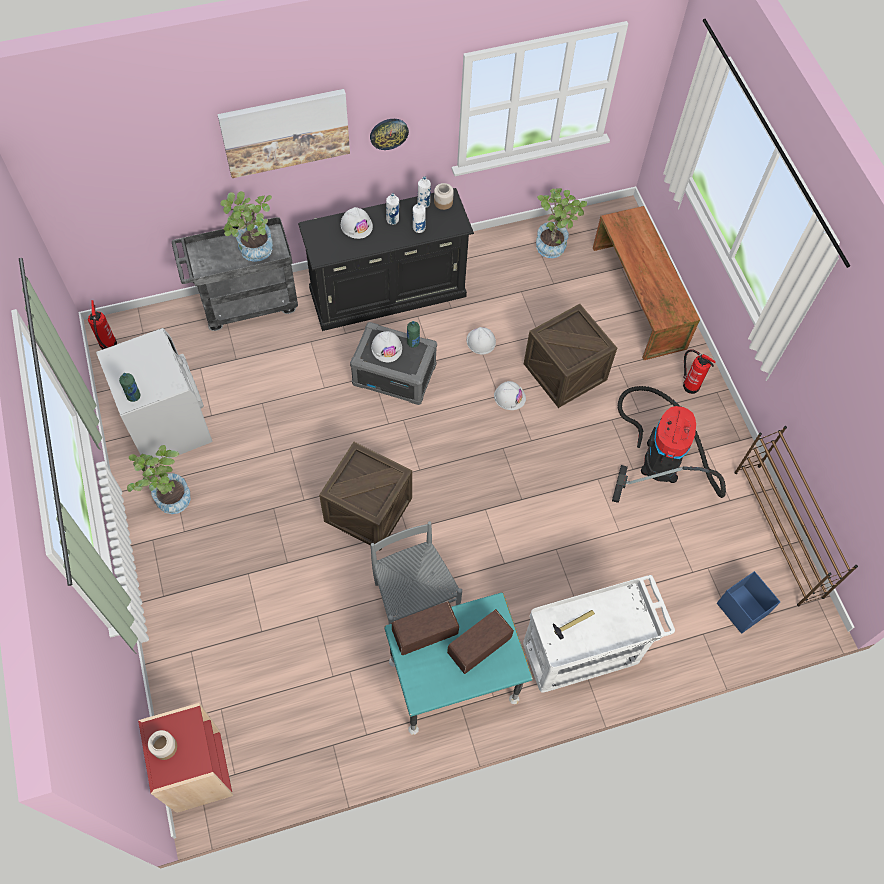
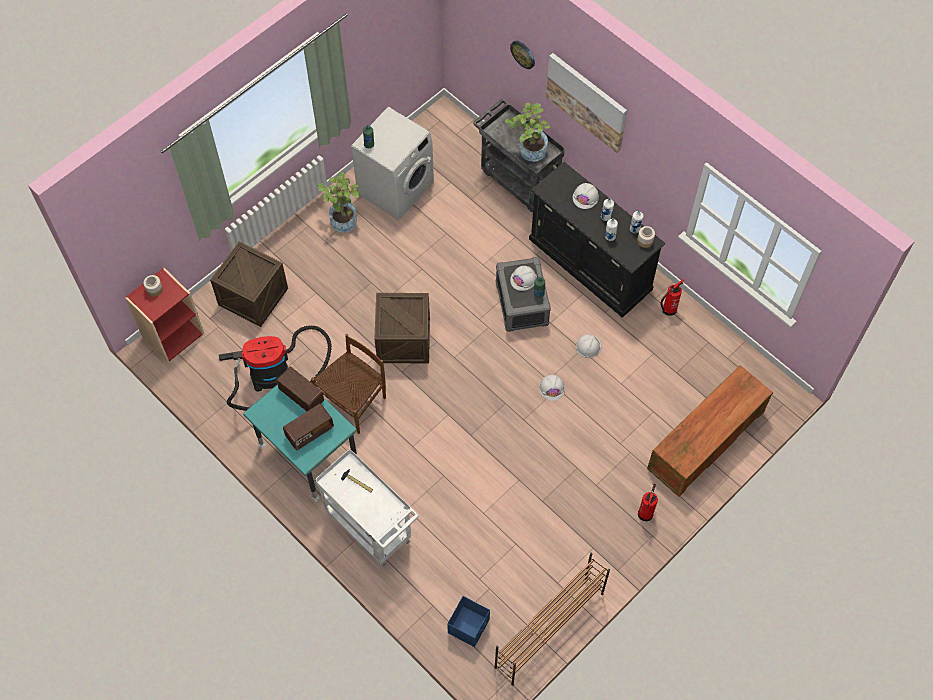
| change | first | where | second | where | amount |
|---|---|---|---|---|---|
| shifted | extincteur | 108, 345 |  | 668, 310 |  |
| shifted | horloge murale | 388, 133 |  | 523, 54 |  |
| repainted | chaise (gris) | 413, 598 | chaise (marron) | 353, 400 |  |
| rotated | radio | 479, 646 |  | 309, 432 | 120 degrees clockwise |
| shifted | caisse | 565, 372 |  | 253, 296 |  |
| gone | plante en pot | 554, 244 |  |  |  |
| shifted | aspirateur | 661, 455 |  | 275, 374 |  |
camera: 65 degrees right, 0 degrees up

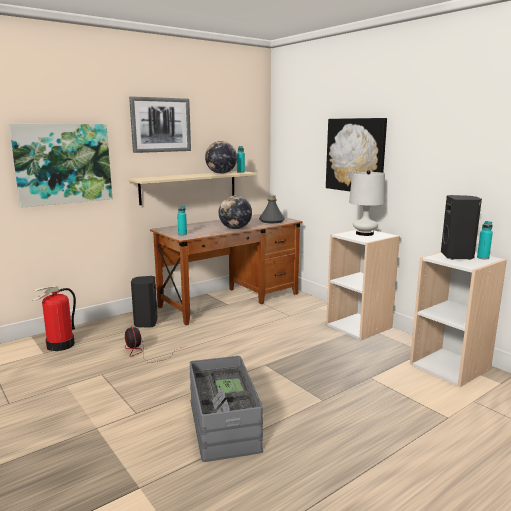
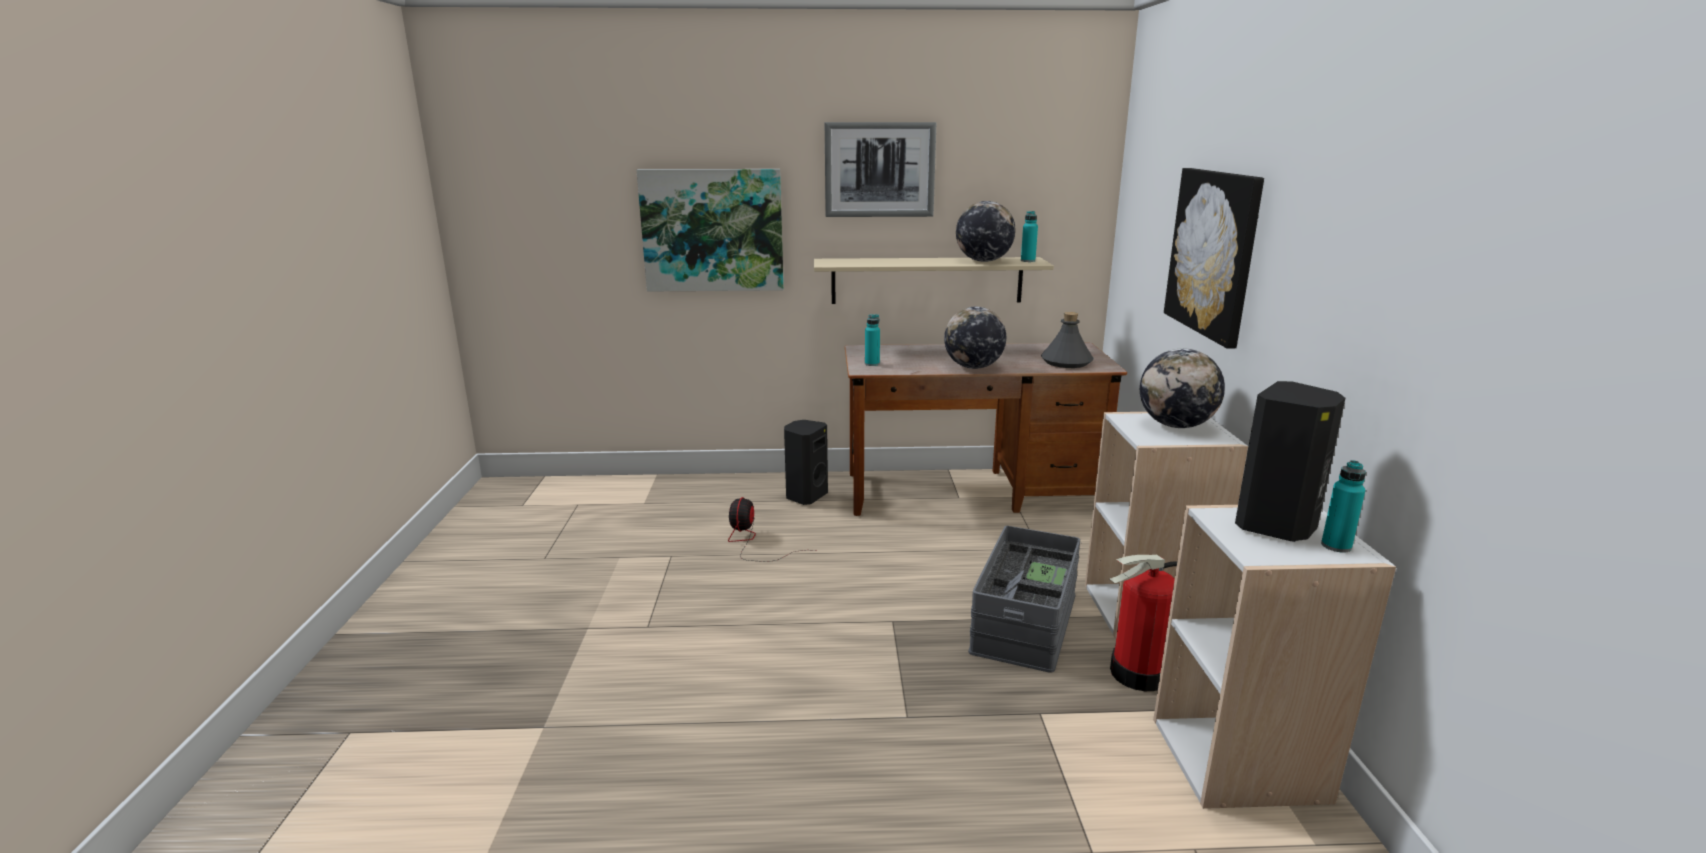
| change | first | where | second | where | amount |
|---|---|---|---|---|---|
| shifted | extincteur | 60, 345 |  | 1139, 674 |  |
| shifted | boîte de rangement (gris) | 225, 423 |  | 1026, 622 |  |
| swapped | lampe de table (blanc) | 364, 234 | globe | 1176, 425 |  |
camera: 35 degrees right, 5 degrees up

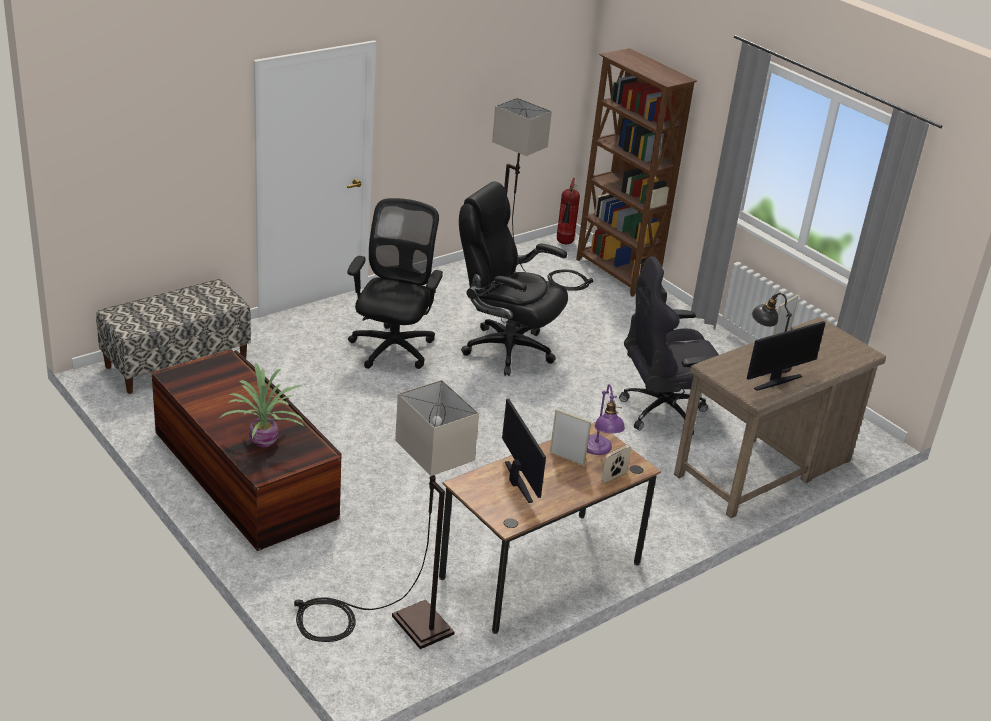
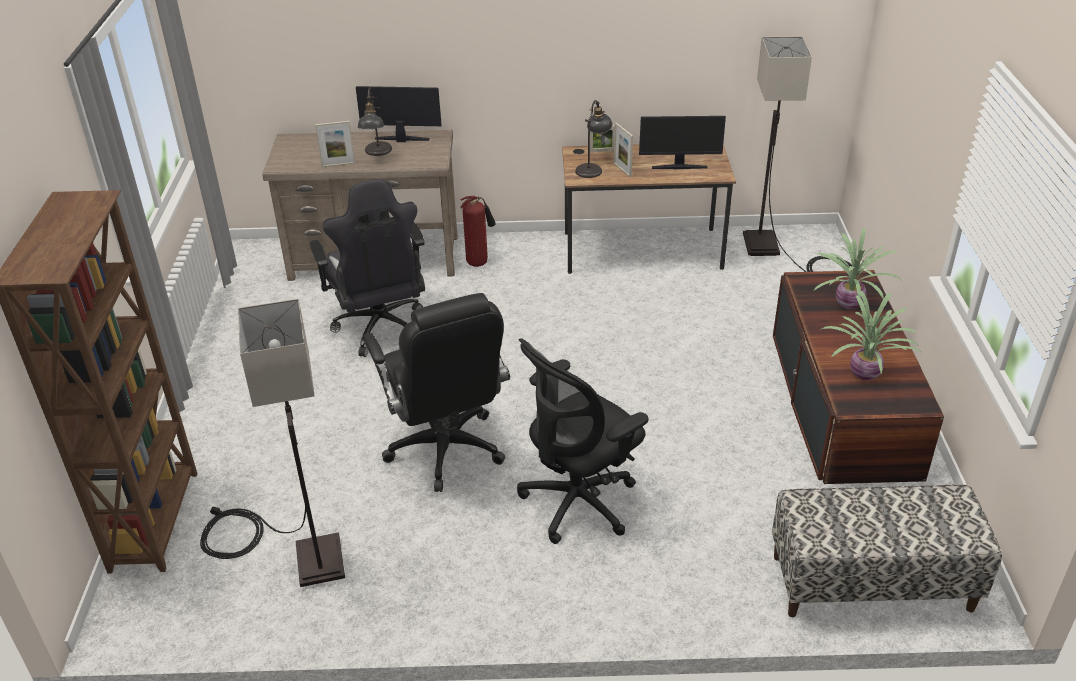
| change | first | where | second | where | amount |
|---|---|---|---|---|---|
| rotated | écran d'ordinateur | 516, 482 |  | 679, 166 | 105 degrees counterclockwise |
| shifted | extincteur | 564, 243 |  | 479, 262 |  |
| repainted | lampe de table (violet) | 600, 454 | lampe de table (gris) | 593, 166 |  |
| rotated | chaise de bureau (noir) | 668, 412 |  | 378, 325 | 45 degrees clockwise |
| new |  |  | plante en pot | 865, 373 |  |
camera: 140 degrees left, 5 degrees up

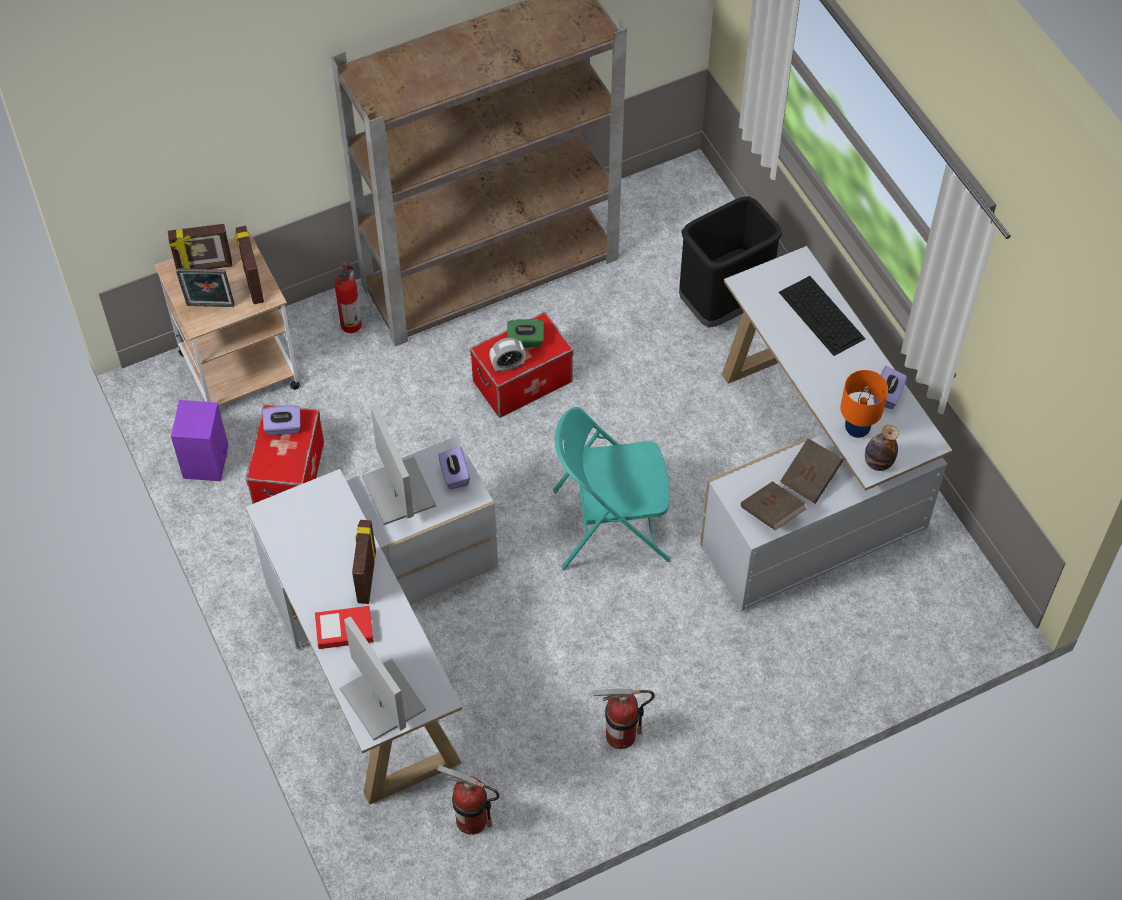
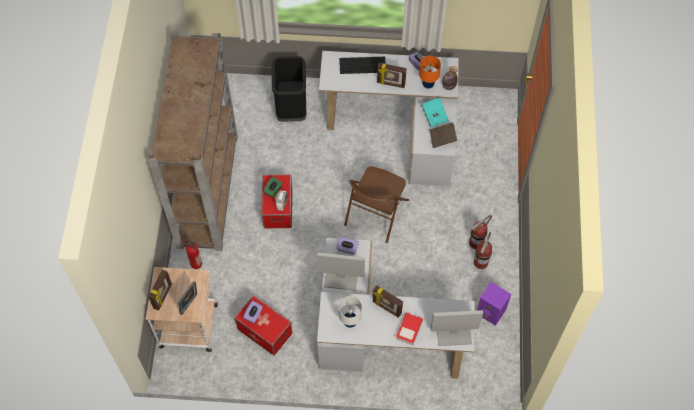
| change | first | where | second | where | amount |
|---|---|---|---|---|---|
| shifted | enceinte (violet) | 206, 463 |  | 491, 311 |  |
| shifted | cadre photo | 252, 283 |  | 391, 84 |  |
| shifted | extincteur | 471, 820 |  | 476, 243 |  |
| repainted | chaise (turquoise) | 611, 524 | chaise (marron) | 376, 212 |  |
| repainted | livre (marron) | 810, 478 | livre (turquoise) | 434, 116 |  |
| new |  |  | lampe de table (blanc) | 350, 322 |  |
camera: 60 degrees left, 5 degrees up

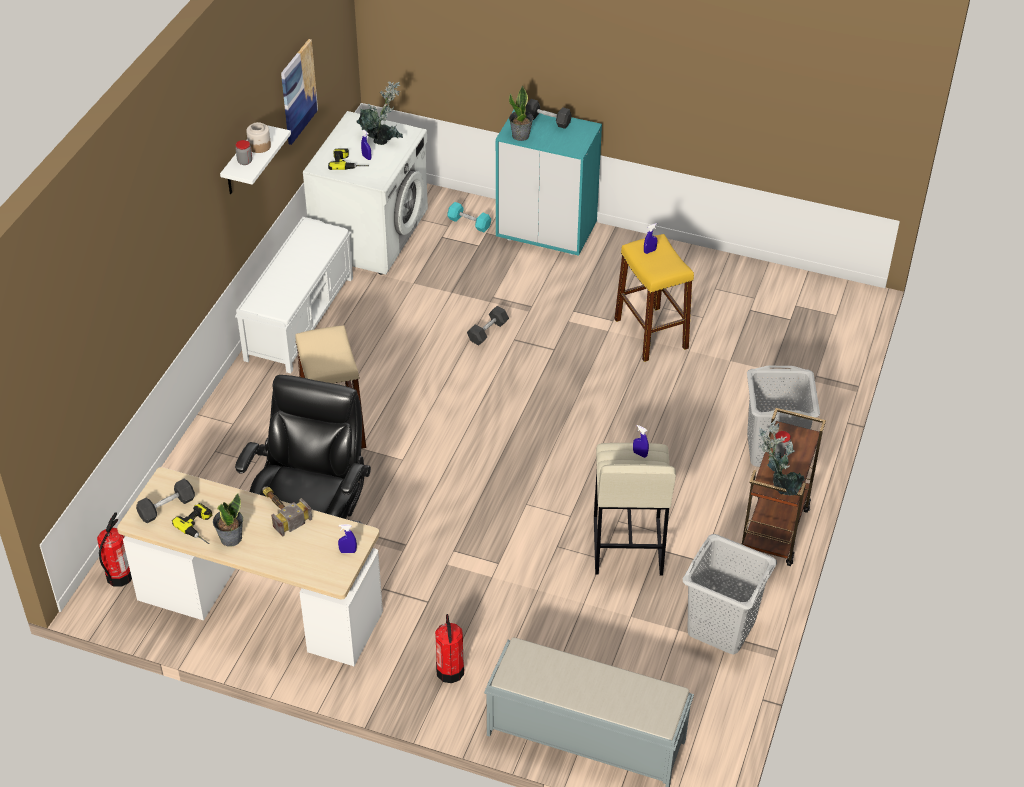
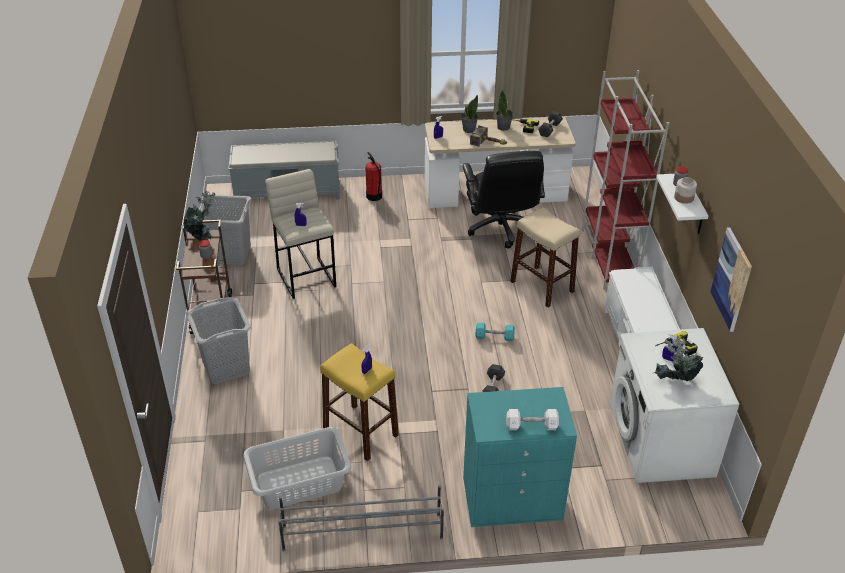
| change | first | where | second | where | amount |
|---|---|---|---|---|---|
| gone | extincteur | 119, 576 |  |  |  |
| shifted | haltère (turquoise) | 469, 223 |  | 494, 337 |  |
| shifted | plante en pot | 521, 135 |  | 469, 129 |  |
| repainted | haltère (noir) | 547, 120 | haltère (blanc) | 531, 426 |  |
| new |  |  | panier à linge (gris) | 299, 482 |  |
| new |  |  | étagère à chaussures (gris) | 361, 532 |  |
| new |  |  | bibliothèque (rouge) | 608, 258 |  |
camera: 155 degrees right, 5 degrees down

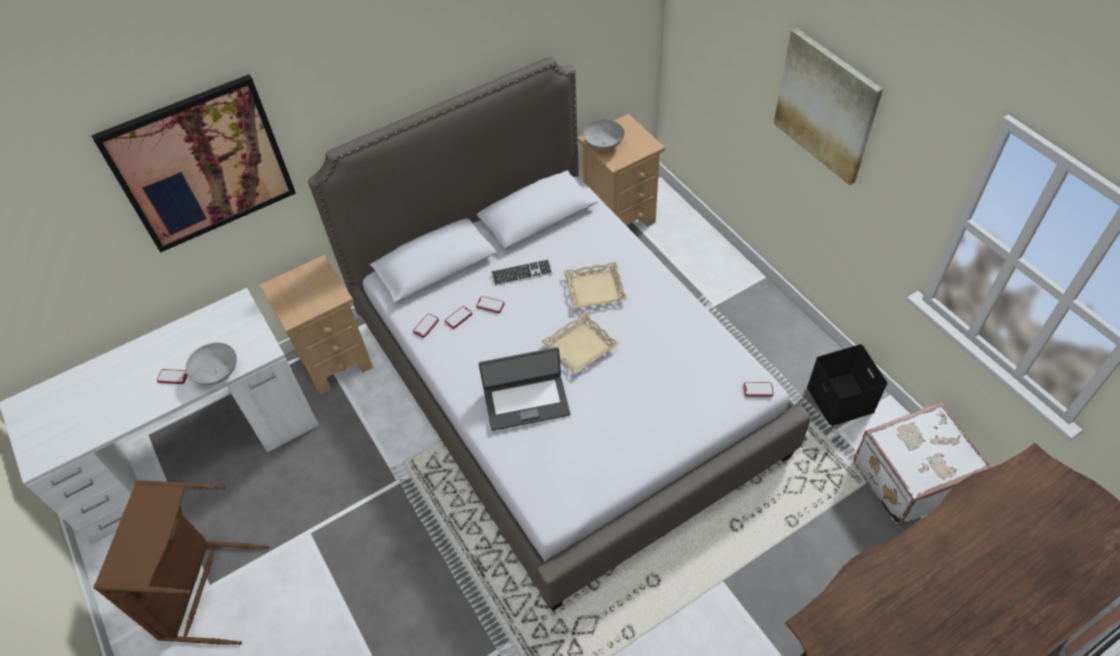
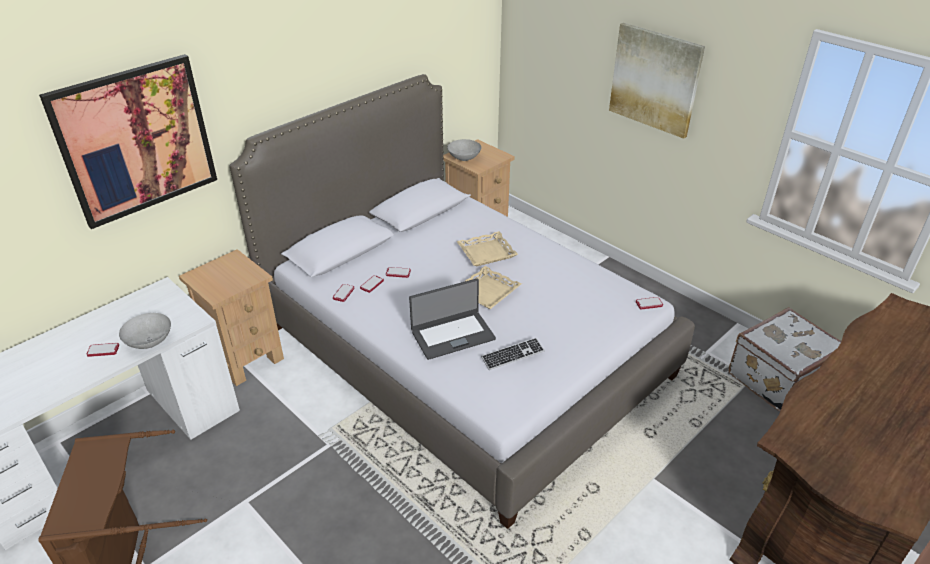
| change | first | where | second | where | amount |
|---|---|---|---|---|---|
| shifted | clavier | 522, 273 |  | 513, 355 |  |
| gone | boîte de rangement (noir) | 838, 398 |  |  |  |
camera: 15 degrees left, 15 degrees down

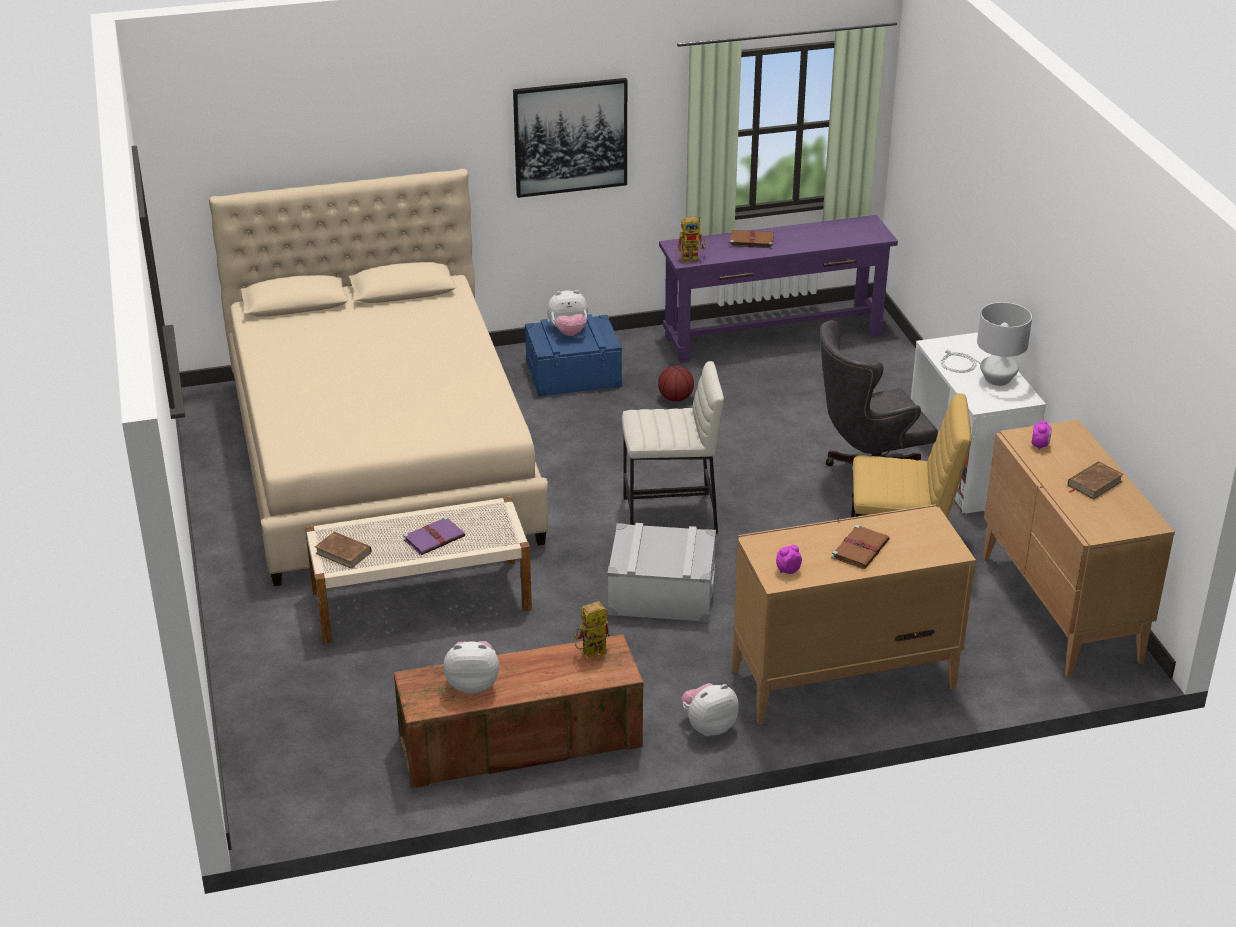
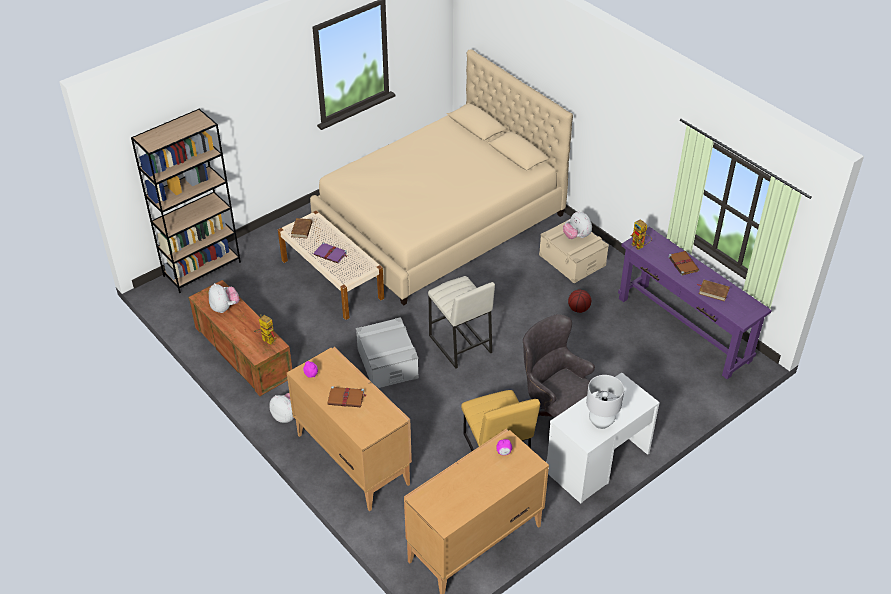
| change | first | where | second | where | amount |
|---|---|---|---|---|---|
| gone | tableau | 570, 137 |  |  |  |
| repainted | boîte de rangement (bleu) | 573, 374 | boîte de rangement (beige) | 572, 260 |  |
| shifted | livre (marron) | 1094, 483 |  | 713, 291 |  |
| new |  |  | bibliothèque (beige) | 202, 268 |  |
camera: 65 degrees right, 10 degrees up

